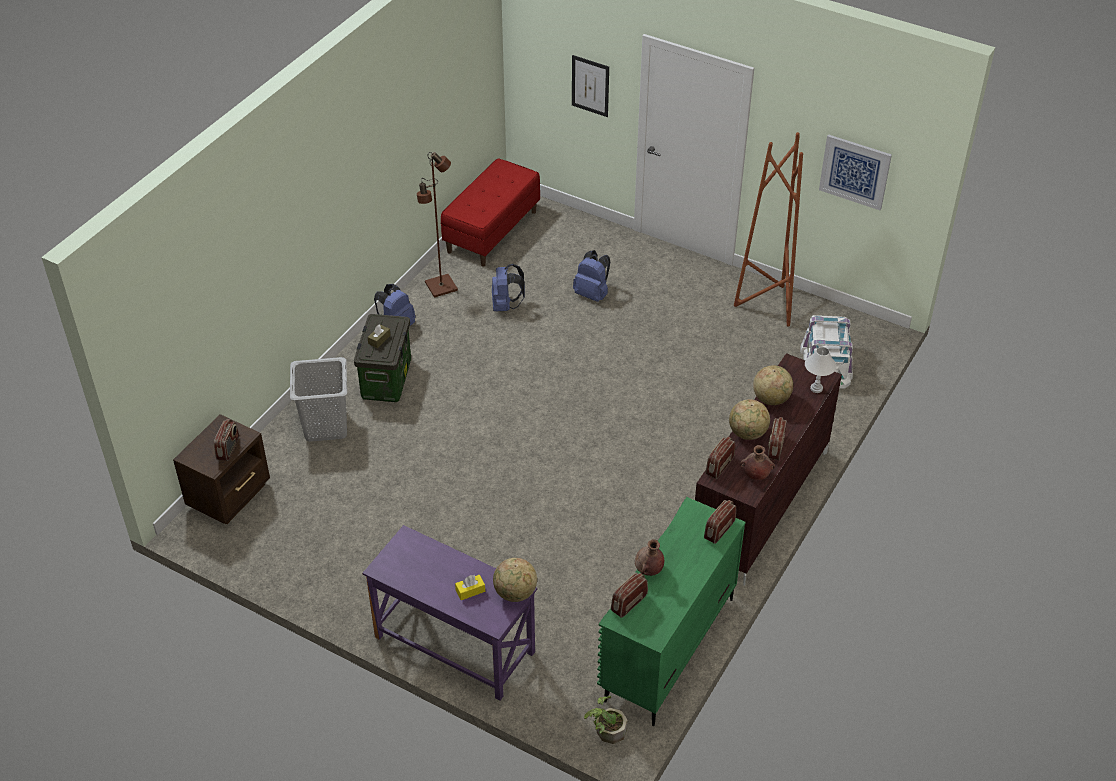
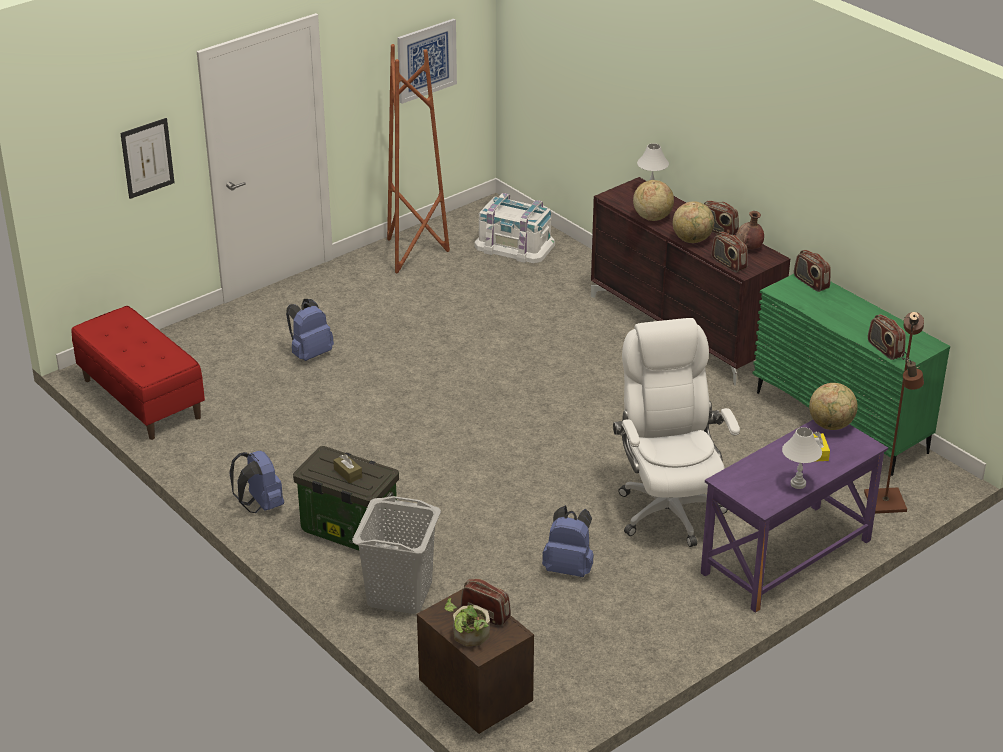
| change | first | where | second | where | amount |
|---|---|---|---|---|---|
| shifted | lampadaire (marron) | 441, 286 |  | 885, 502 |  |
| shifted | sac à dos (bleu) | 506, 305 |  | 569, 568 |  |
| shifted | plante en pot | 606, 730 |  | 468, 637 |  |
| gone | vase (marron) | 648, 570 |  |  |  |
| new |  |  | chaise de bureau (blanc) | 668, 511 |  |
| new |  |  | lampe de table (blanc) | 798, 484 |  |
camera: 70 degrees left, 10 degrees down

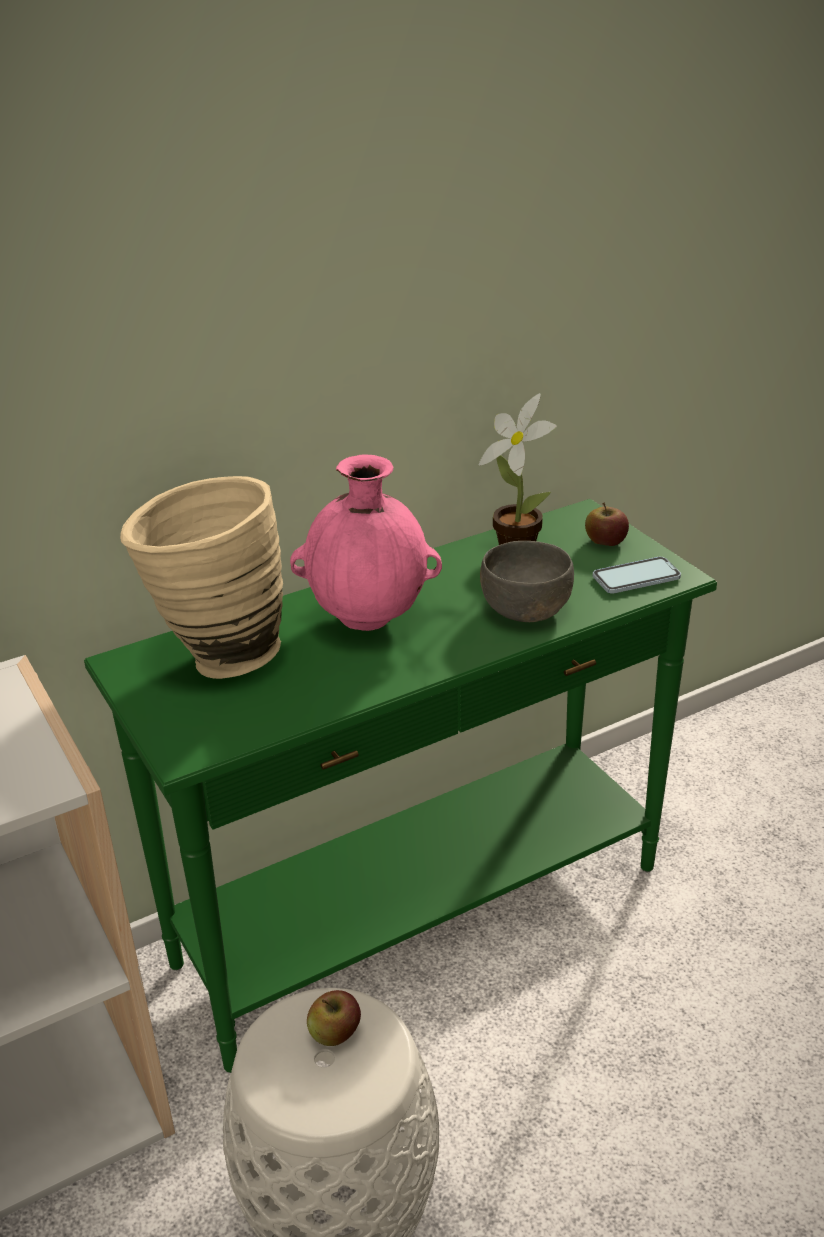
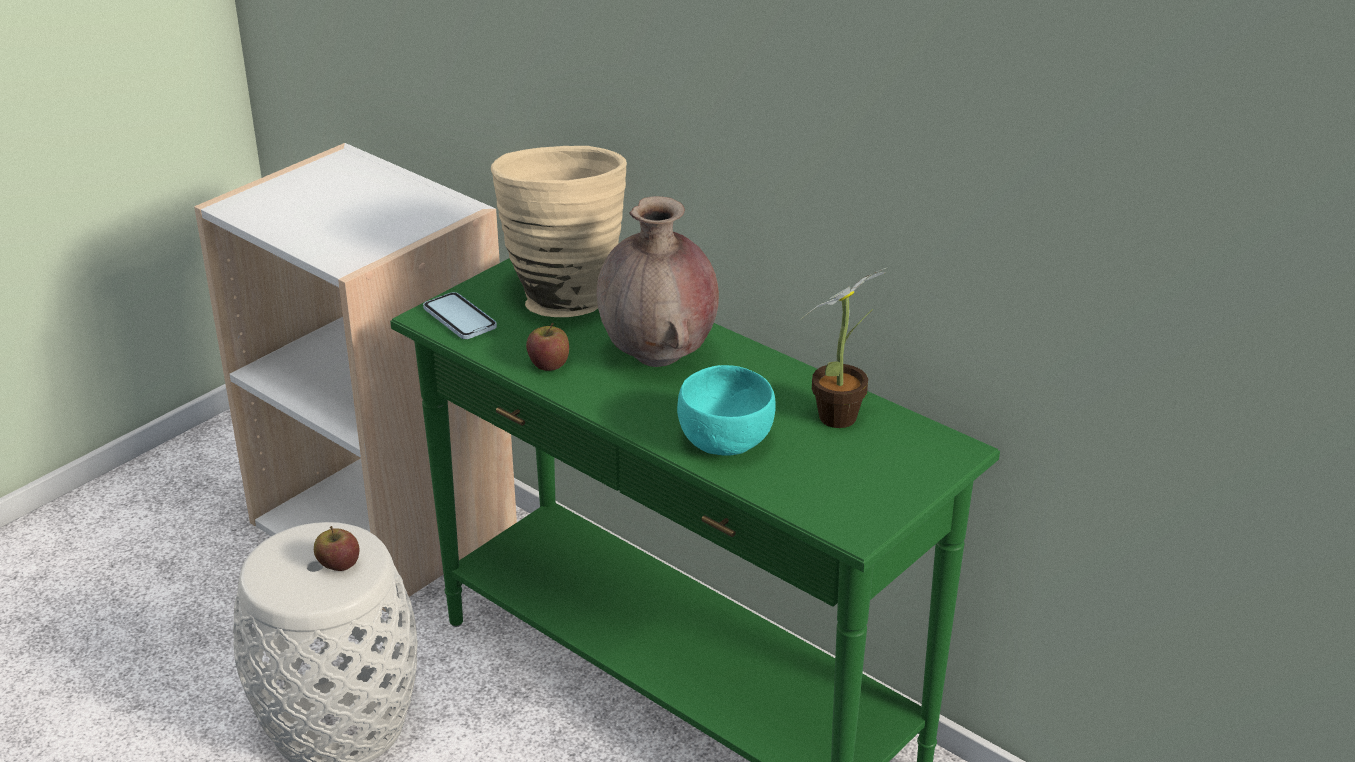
| change | first | where | second | where | amount |
|---|---|---|---|---|---|
| repainted | vase (rose) | 369, 620 | vase (marron) | 659, 357 |  |
| repainted | bol (gris) | 524, 609 | bol (turquoise) | 725, 440 |  |
| shifted | pomme | 605, 542 |  | 549, 364 |  |
| shifted | téléphone | 636, 578 |  | 459, 318 |  |
camera: 70 degrees right, 0 degrees up

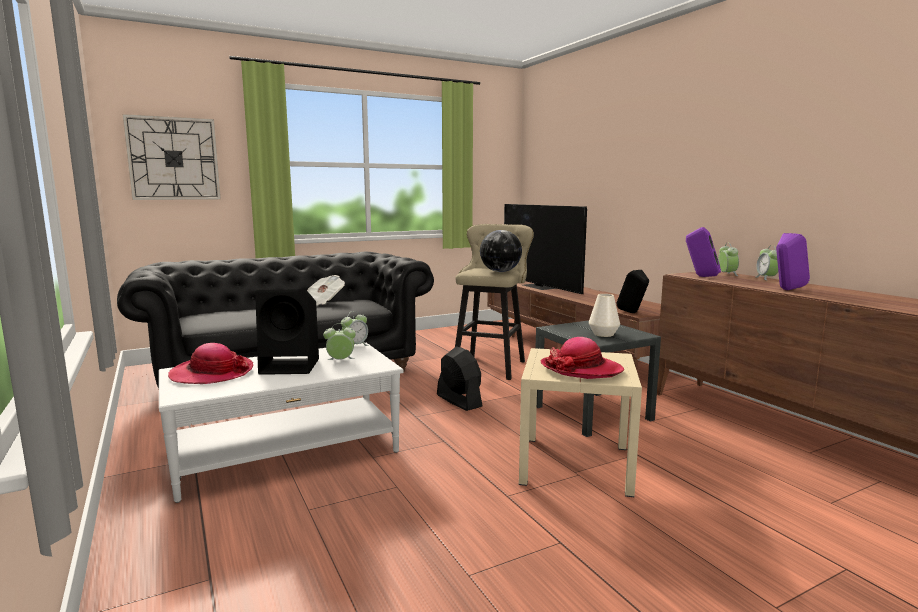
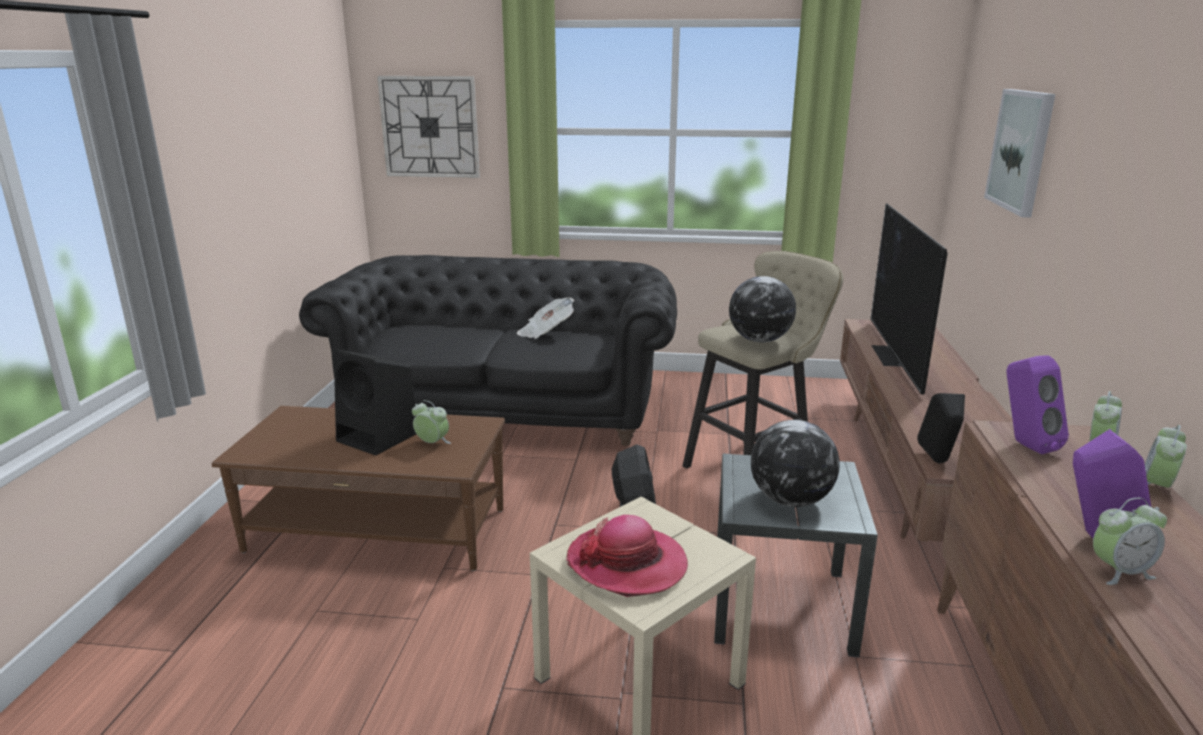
| change | first | where | second | where | amount |
|---|---|---|---|---|---|
| repainted | table basse (blanc) | 288, 454 | table basse (marron) | 379, 530 |  |
| gone | chapeau | 212, 373 |  |  |  |
| shifted | réveil | 355, 346 |  | 1119, 572 |  |
| swapped | vase (blanc) | 603, 334 | globe | 790, 500 |  |
| new |  |  | tableau | 1021, 150 |  |
camera: 35 degrees right, 10 degrees up

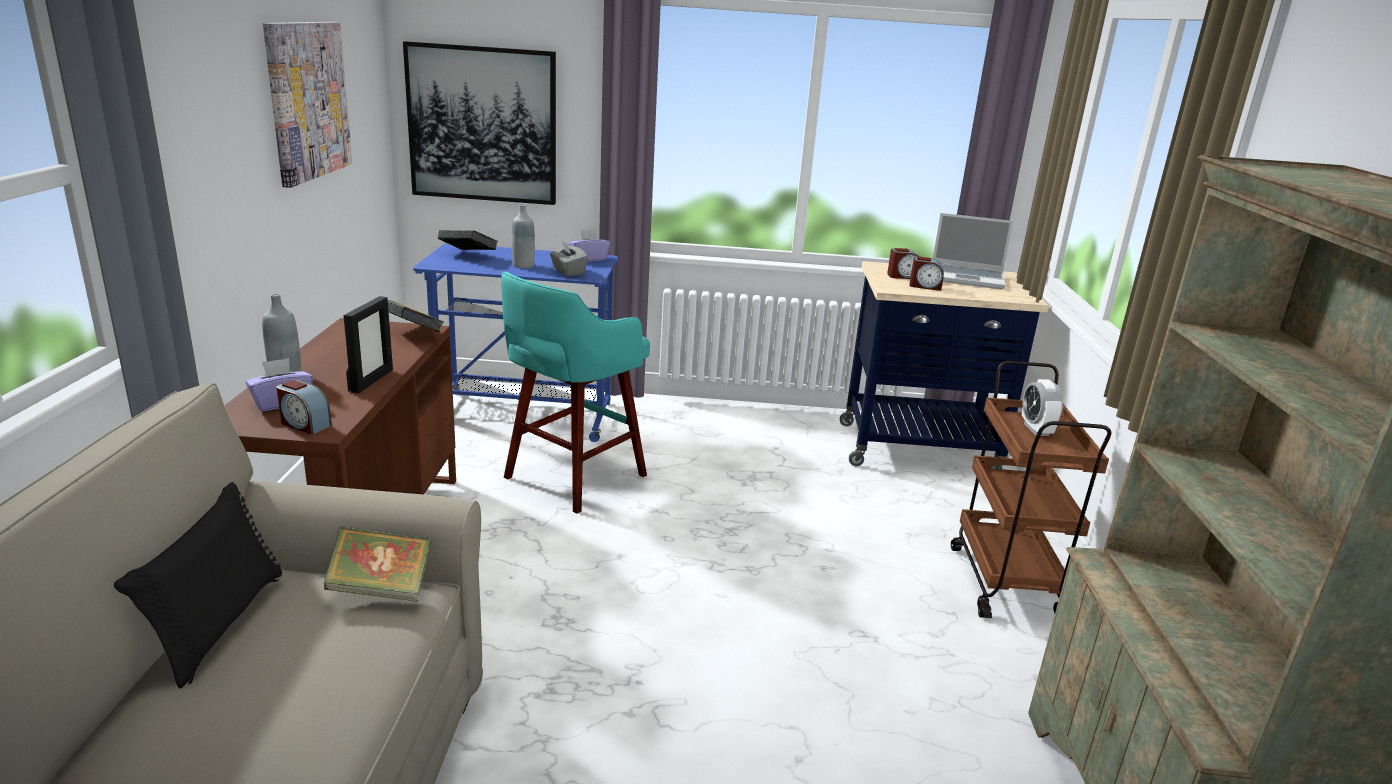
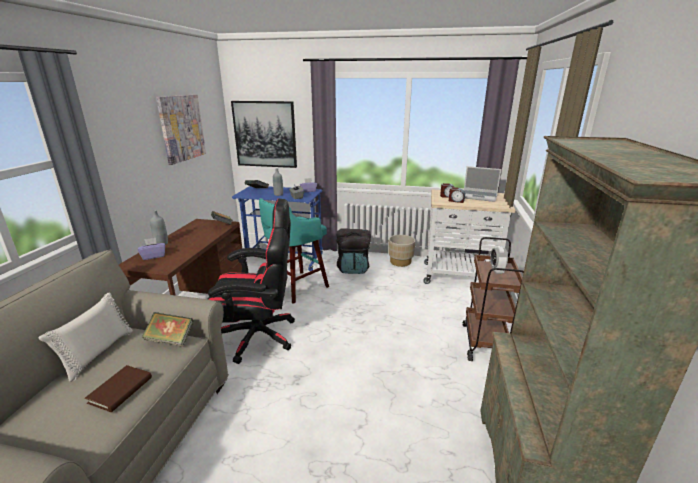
| change | first | where | second | where | amount |
|---|---|---|---|---|---|
| repainted | coussin (noir) | 217, 624 | coussin (blanc) | 98, 353 |  |
| gone | réveil | 304, 424 |  |  |  |
| gone | cadre photo | 371, 380 |  |  |  |
| repainted | chariot (bleu) | 918, 449 | chariot (blanc) | 459, 276 |  |
| new |  |  | livre (marron) | 120, 390 |  |
| new |  |  | chaise de bureau (noir) | 257, 336 |  |
| new |  |  | sac à dos (noir) | 353, 268 |  |
| new |  |  | cache-pot (beige) | 400, 262 |  |
camera: 10 degrees right, 0 degrees up

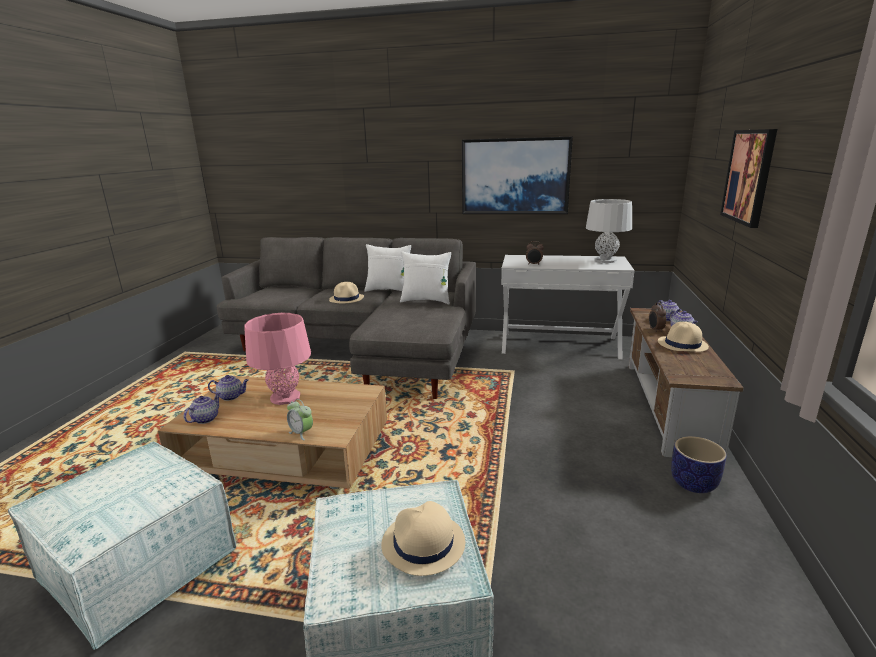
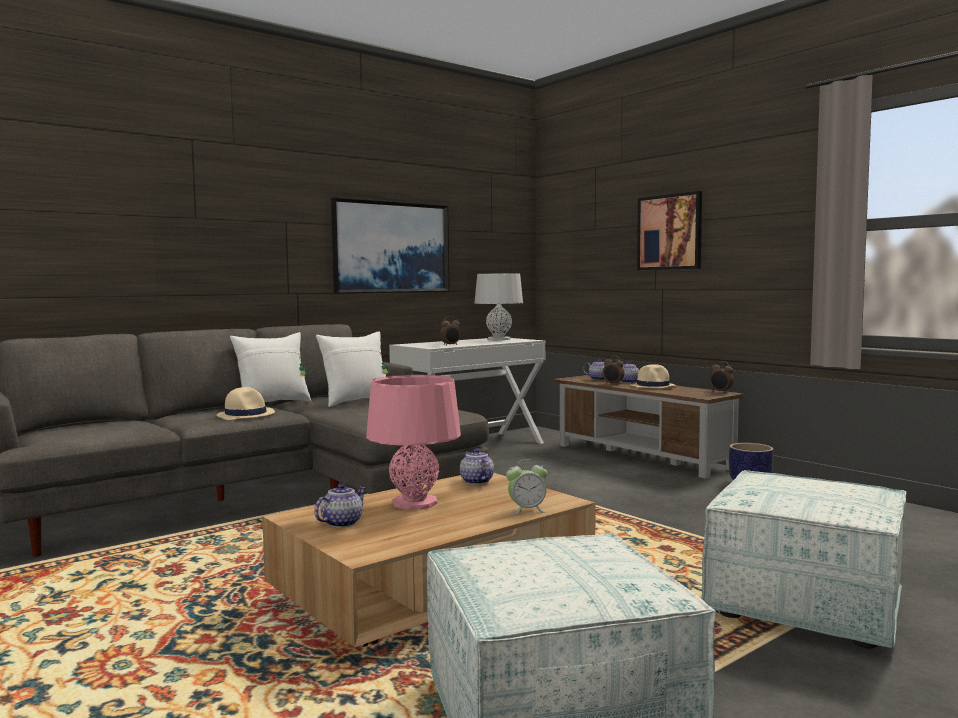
| change | first | where | second | where | amount |
|---|---|---|---|---|---|
| shifted | théière | 206, 418 |  | 476, 481 |  |
| gone | chapeau (beige) | 423, 544 |  |  |  |
| new |  |  | réveil | 720, 392 |  |
camera: 50 degrees left, 15 degrees down

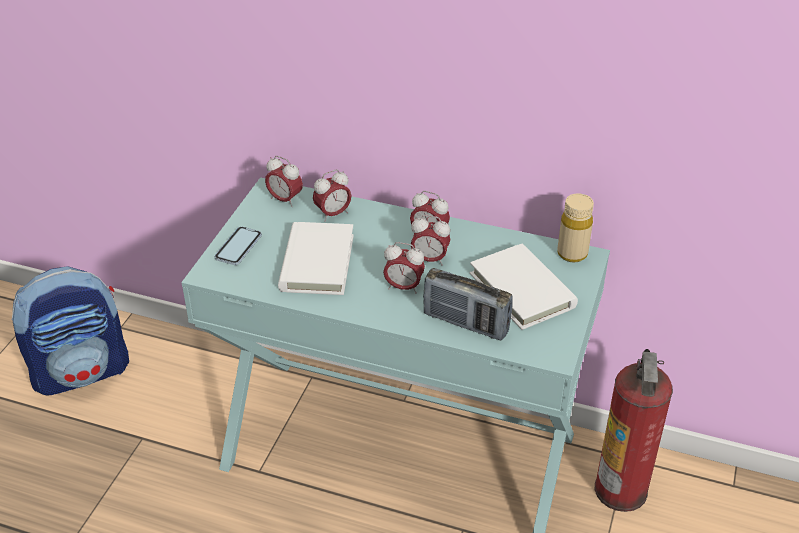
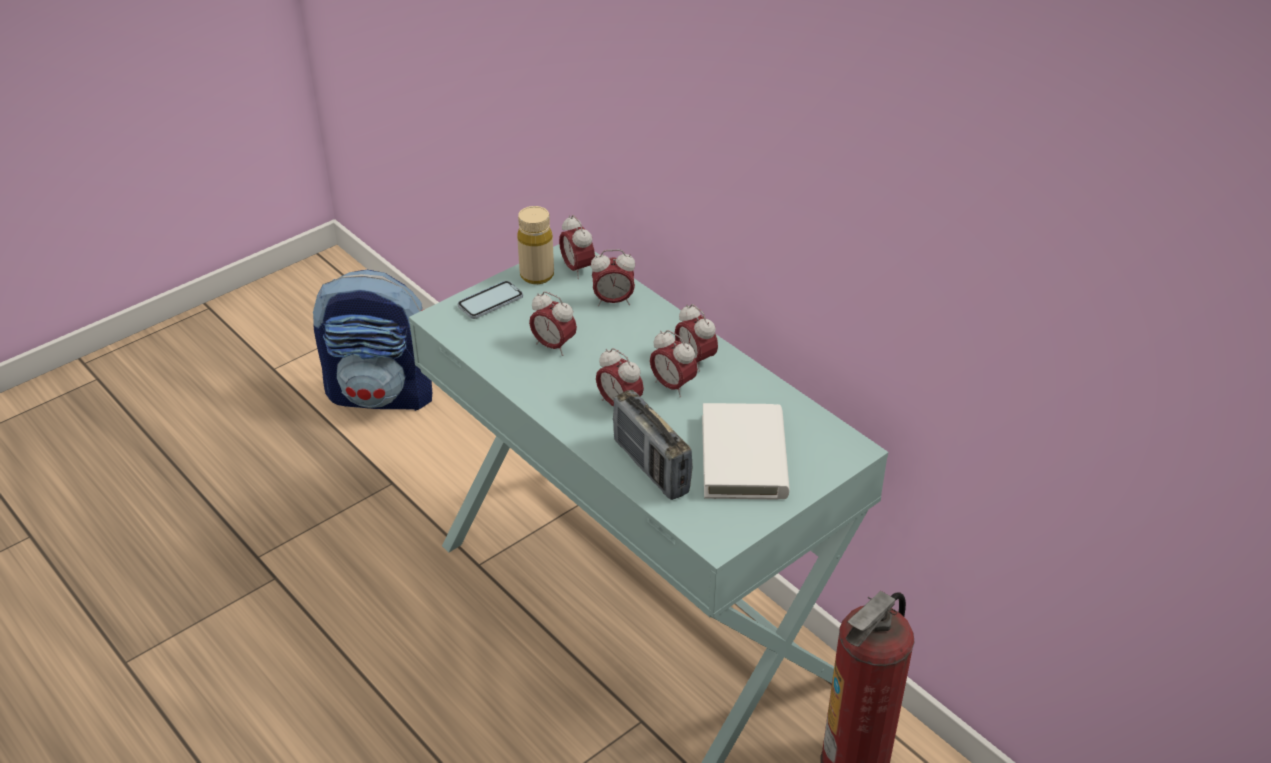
| change | first | where | second | where | amount |
|---|---|---|---|---|---|
| swapped | livre (blanc) | 317, 263 | réveil | 553, 346 |  |
| shifted | bouteille (beige) | 572, 254 |  | 537, 275 |  |
camera: 30 degrees right, 0 degrees up

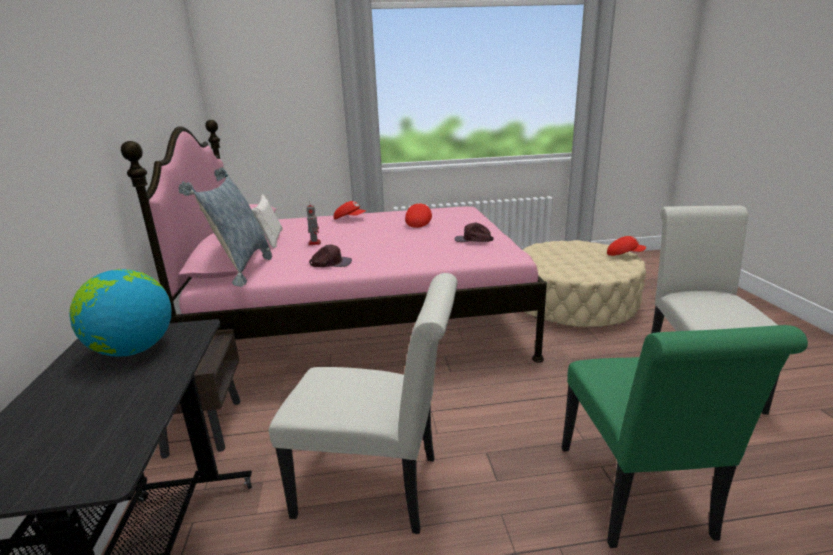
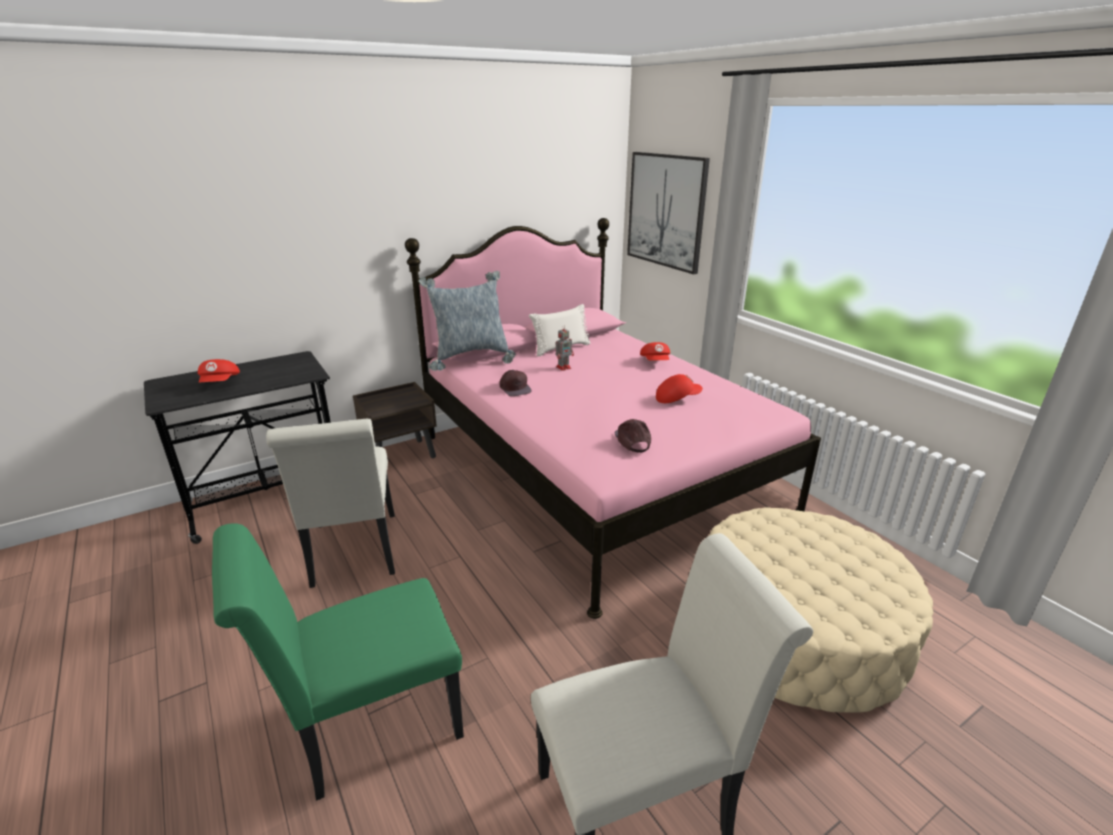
| change | first | where | second | where | amount |
|---|---|---|---|---|---|
| gone | globe | 133, 350 |  |  |  |
| shifted | casquette (rouge) | 624, 254 |  | 221, 383 |  |
| new |  |  | tableau | 666, 211 |  |
camera: 65 degrees right, 5 degrees up

